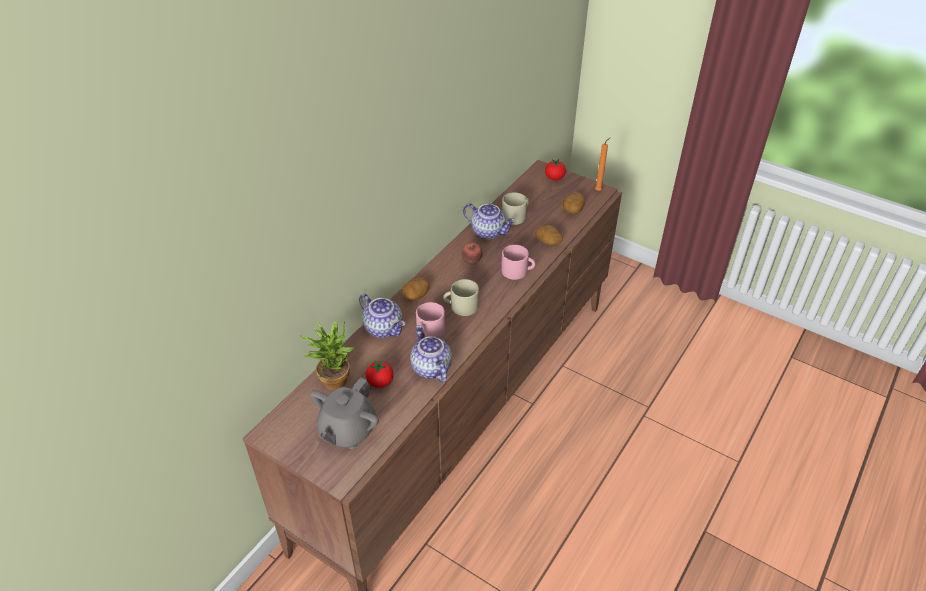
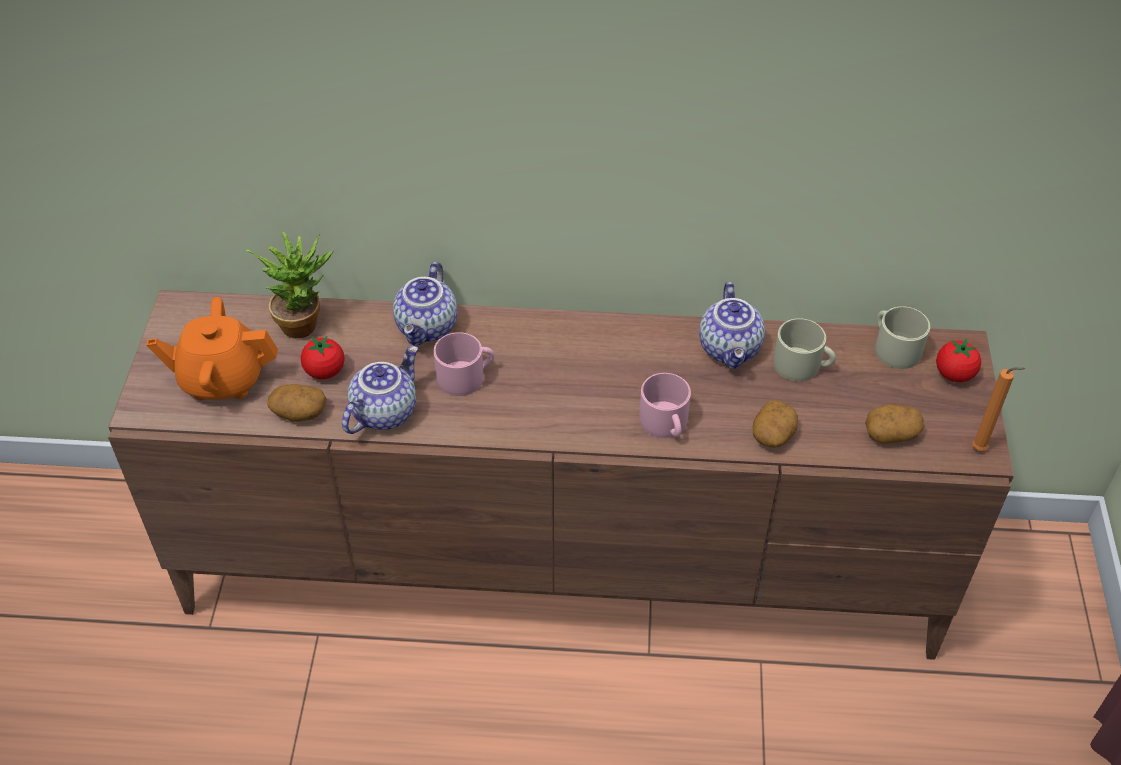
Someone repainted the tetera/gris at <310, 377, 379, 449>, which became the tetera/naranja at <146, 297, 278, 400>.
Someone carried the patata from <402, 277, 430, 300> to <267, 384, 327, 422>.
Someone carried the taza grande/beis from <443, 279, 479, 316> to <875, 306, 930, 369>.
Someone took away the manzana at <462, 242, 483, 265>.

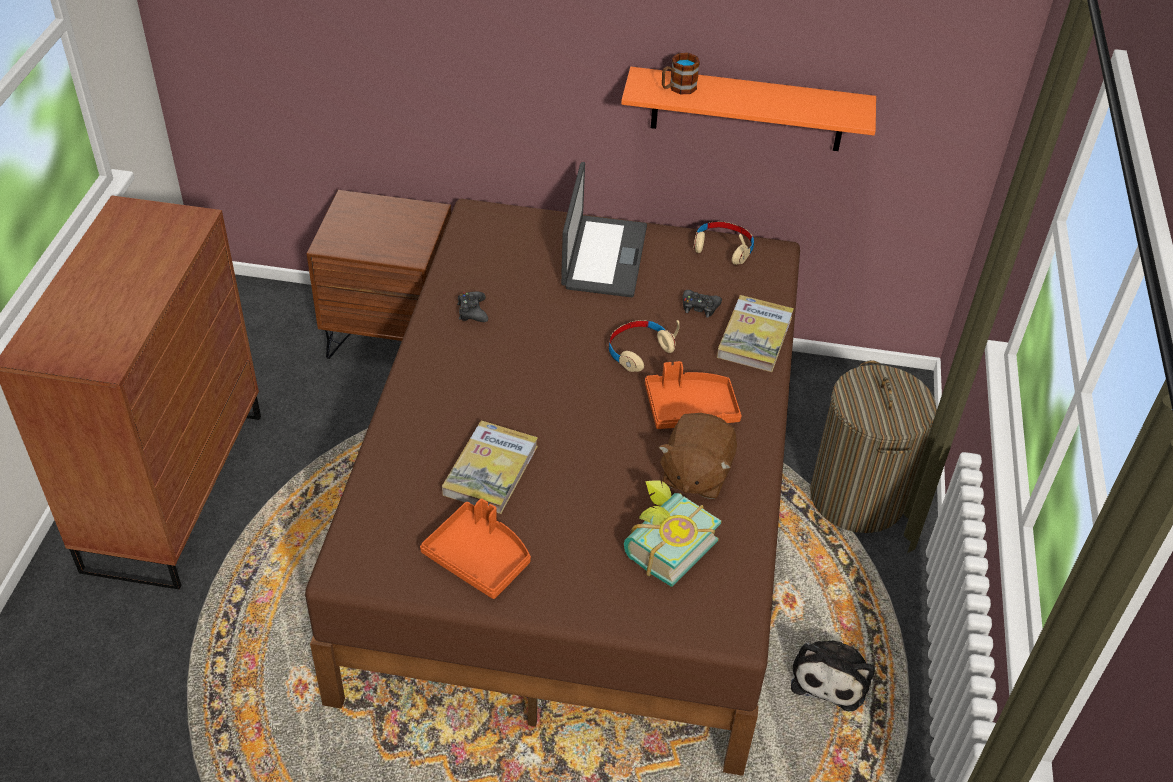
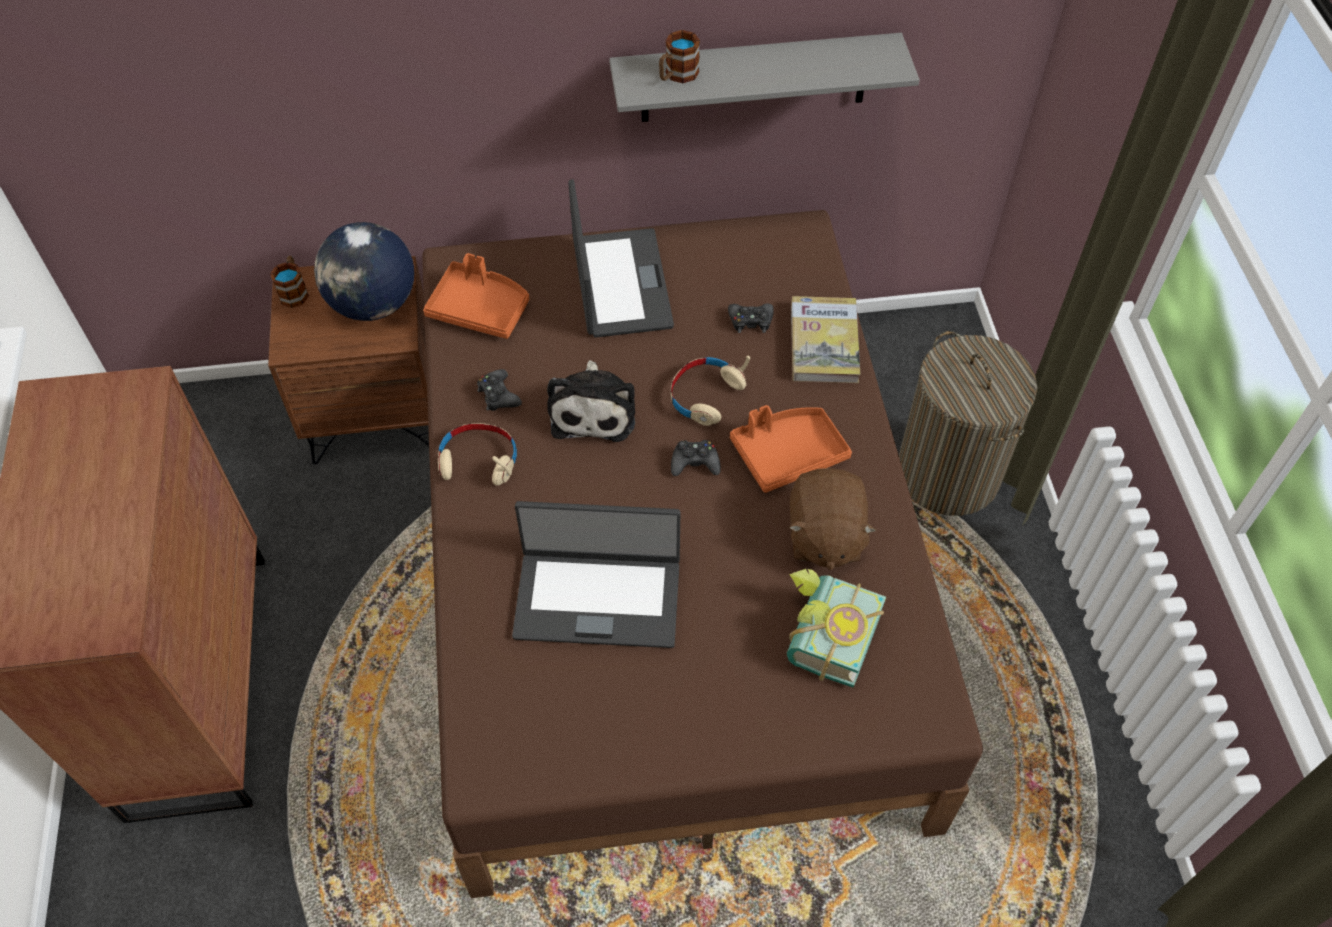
Someone put down the taza grande at <270, 256, 309, 308>.
Someone put down the globo terráqueo at <314, 222, 415, 321>.
Someone carried the bandeja/naranja from <420, 499, 531, 599> to <423, 253, 529, 339>.
Someone carried the auriculares/beis from <693, 221, 754, 265> to <438, 423, 517, 485>.
Someone swapped the libro at <442, 421, 538, 514> for the portátil at <512, 501, 681, 648>.
Someone carried the peluche from <791, 632, 875, 711> to <547, 360, 635, 442>.
Someone repainted the estante/naranja at <621, 67, 876, 151>, which became the estante/gris at <609, 33, 920, 122>.
Someone put down the mando de consola/negro at <671, 440, 721, 476>.

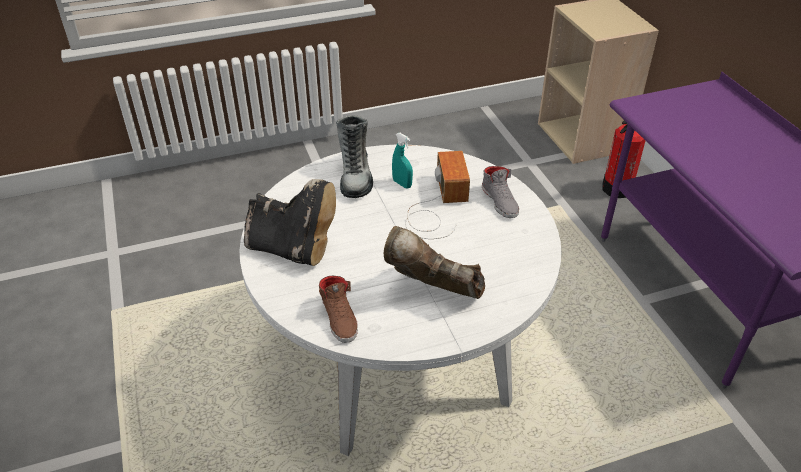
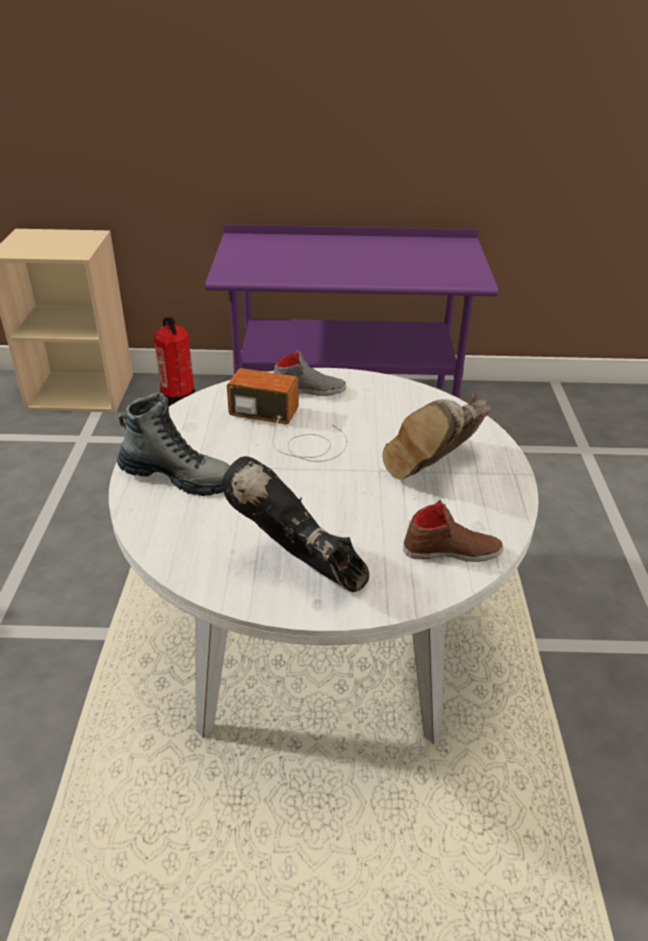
Someone rotated the bota/negro at <244, 179, 336, 266> by 90 degrees counterclockwise.
Someone took away the pulverizador/turquesa at <392, 133, 413, 189>.

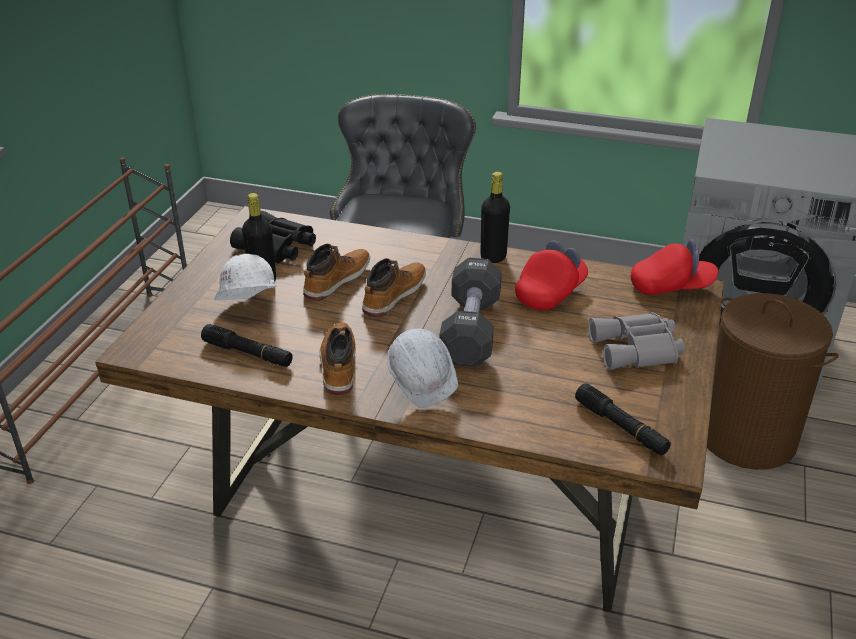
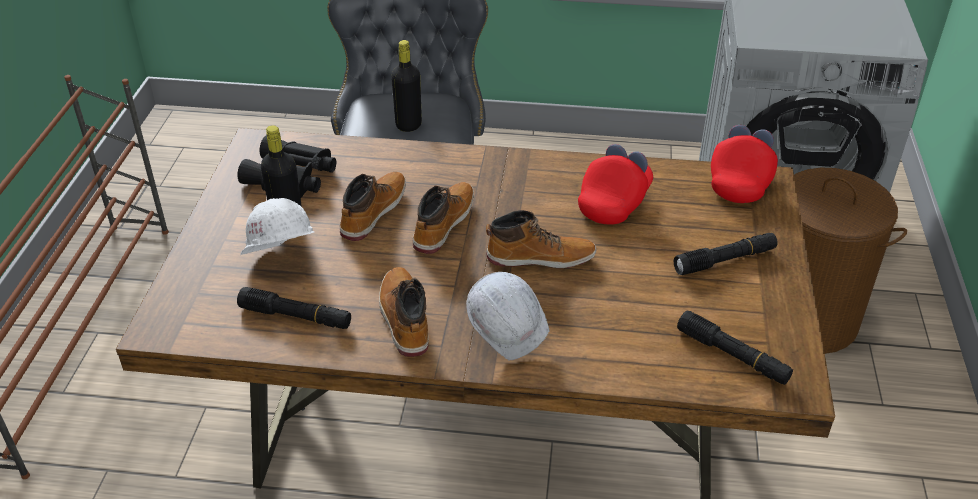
Someone carried the botella/negro from <480, 172, 510, 263> to <391, 40, 422, 132>.
Someone swapped the mancuerna/negro at <439, 258, 502, 367> for the bota at <486, 210, 597, 268>.
Someone swapped the prismáticos/gris at <588, 312, 685, 370> for the linterna/negro at <674, 233, 778, 275>.
Someone rotated the gorra/rojo at <631, 239, 719, 295> by 60 degrees counterclockwise.

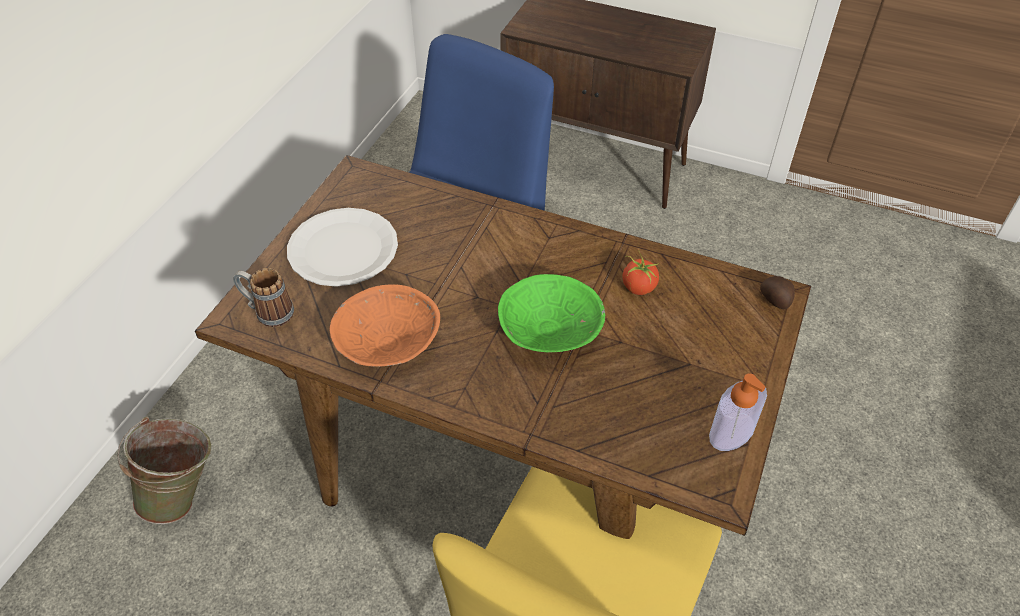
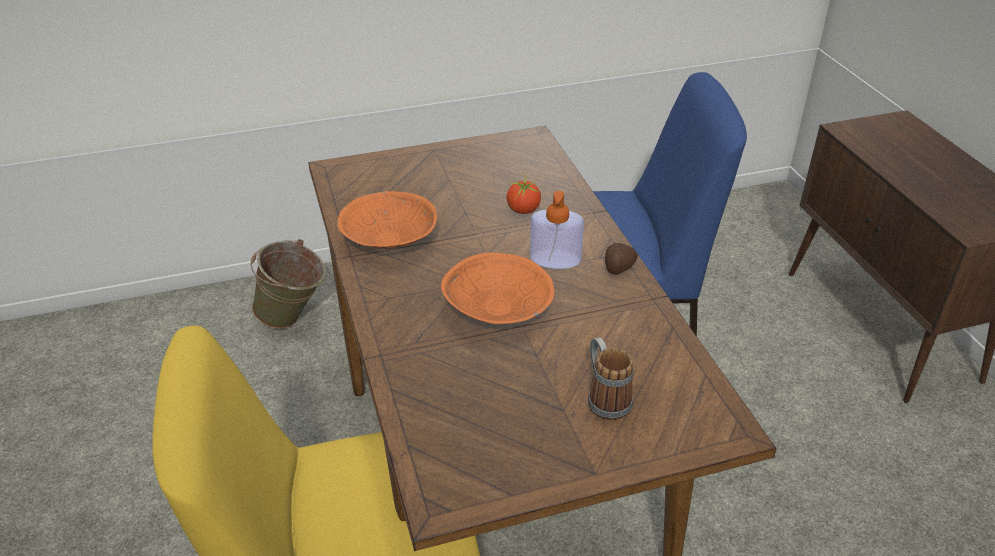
Someone repainted the cuenco/verde at <498, 274, 605, 352>, which became the cuenco/naranja at <441, 253, 554, 324>.
Someone carried the tomate from <622, 250, 659, 295> to <507, 173, 541, 214>.
Someone carried the dispensador de jabón from <709, 373, 767, 451> to <530, 191, 584, 269>.
Someone carried the taza grande from <233, 268, 294, 327> to <588, 337, 634, 420>.
Someone carried the patata from <760, 276, 795, 309> to <605, 243, 638, 275>.
Someone took away the plato/blanco at <287, 208, 398, 287>.

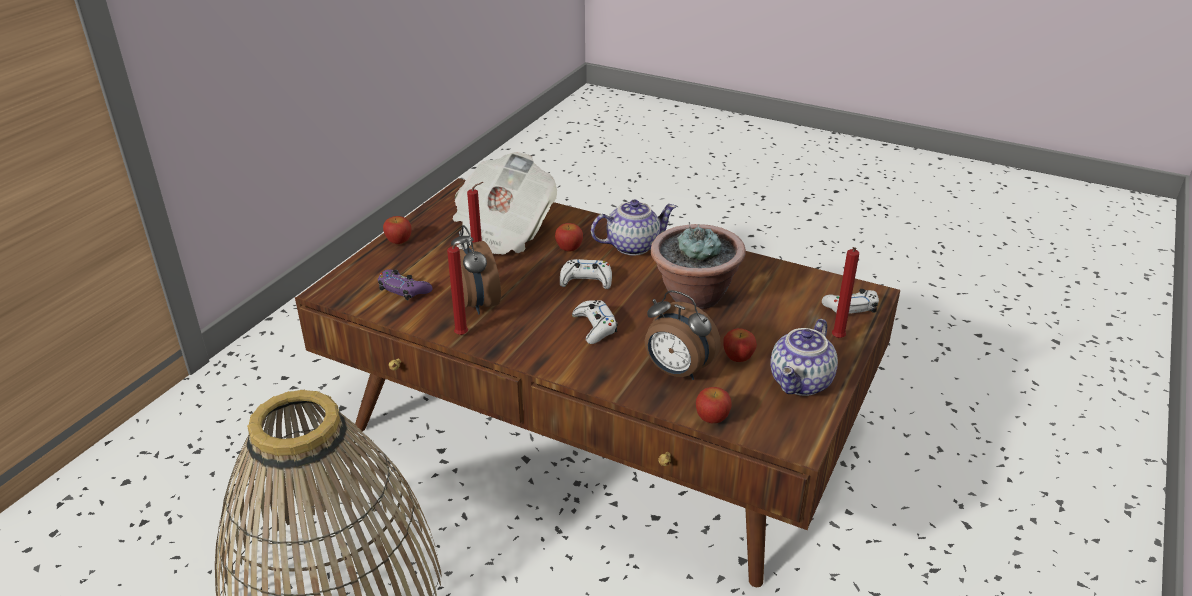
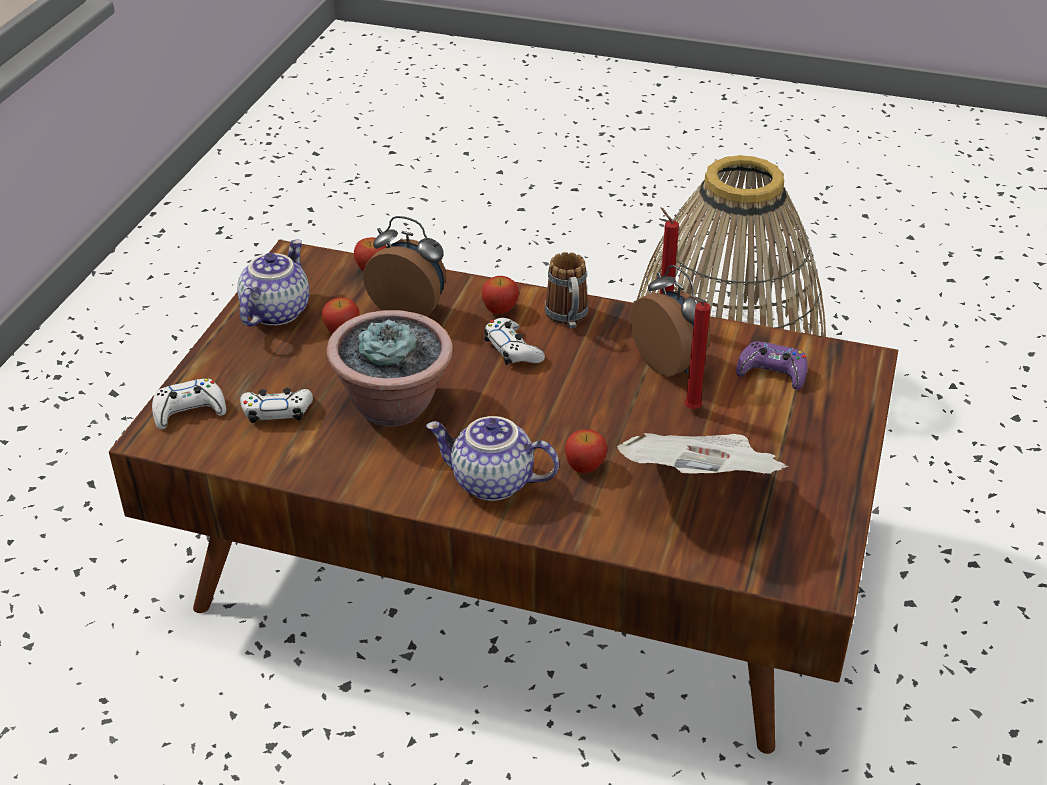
Someone carried the mando de consola/blanco from <560, 259, 612, 289> to <240, 388, 313, 423>.
Someone rotated the tetera at <591, 200, 676, 256> by 45 degrees clockwise.
Someone carried the manzana from <383, 216, 412, 244> to <482, 276, 519, 314>.
Someone put down the taza grande at <545, 252, 589, 328>.
Someone took away the vela/rojo at <832, 247, 859, 338>.

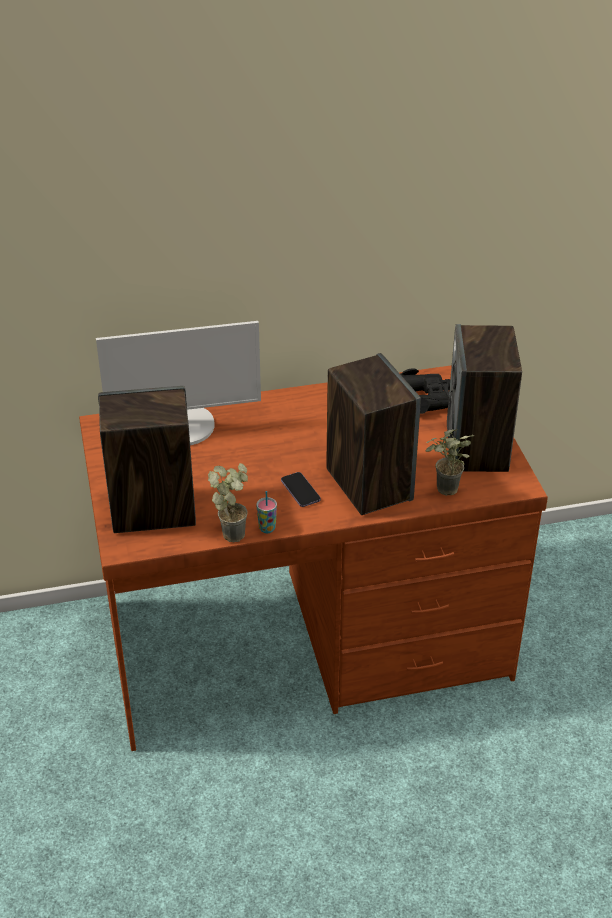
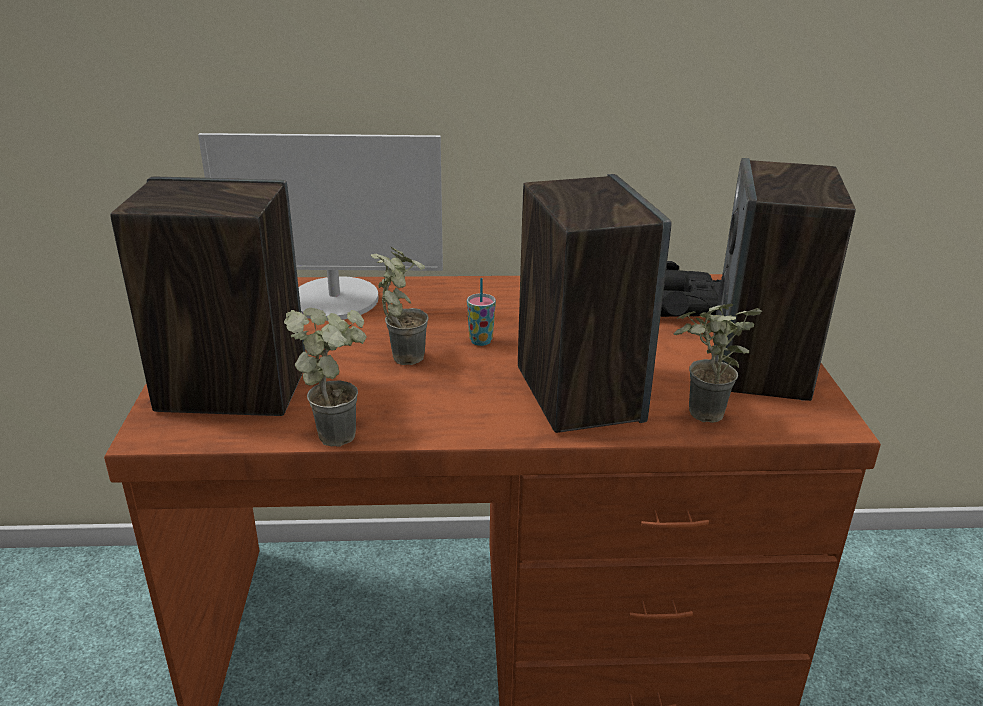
Someone put down the planta en maceta at <370, 246, 429, 365>.
Someone carried the taza from <257, 491, 277, 533> to <467, 278, 496, 346>.
Someone took away the móvil at <281, 472, 321, 507>.

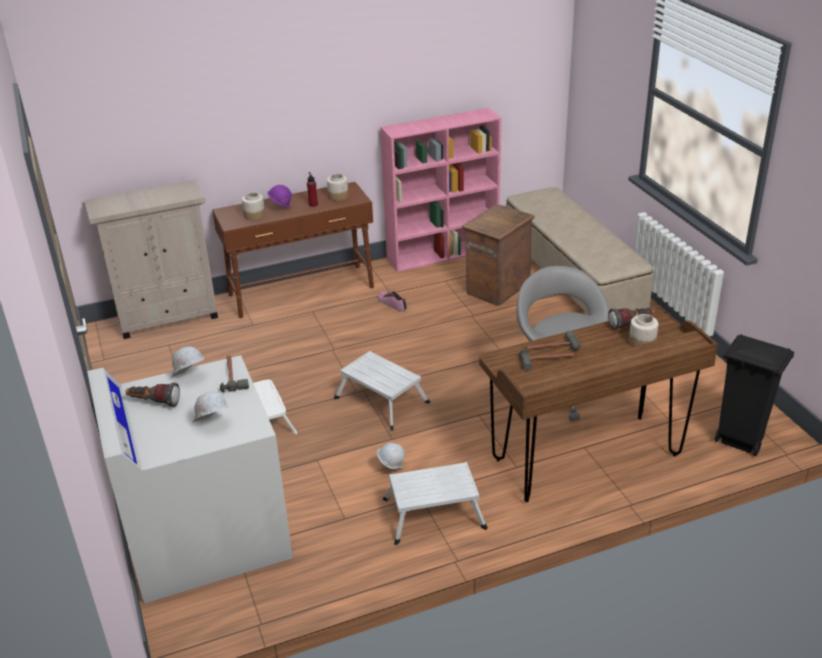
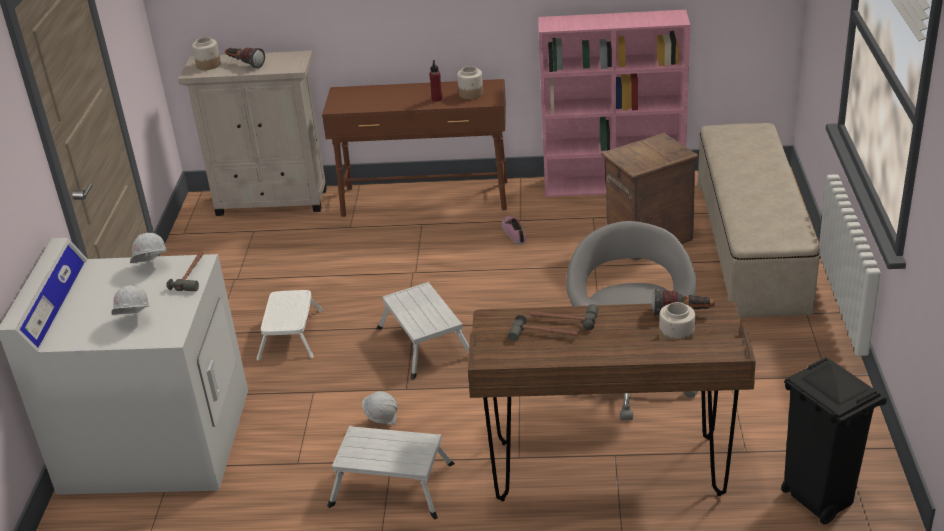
Someone carried the tarro from <242, 192, 265, 221> to <192, 37, 221, 70>.
Someone carried the linterna from <126, 382, 180, 407> to <225, 48, 265, 68>.
Someone took away the casco/morado at <267, 185, 292, 208>.

